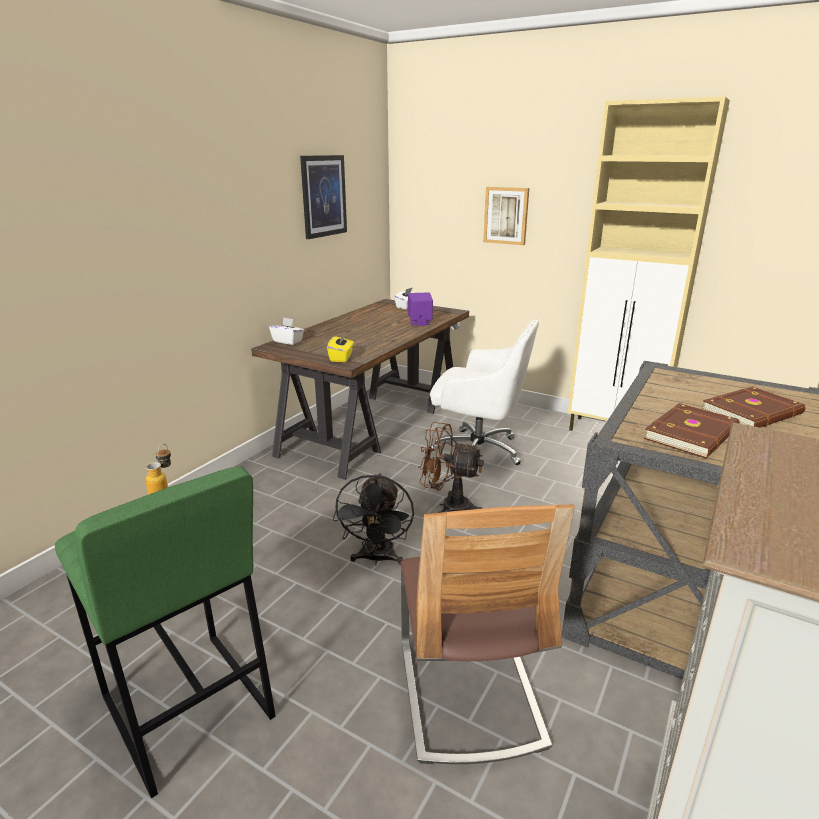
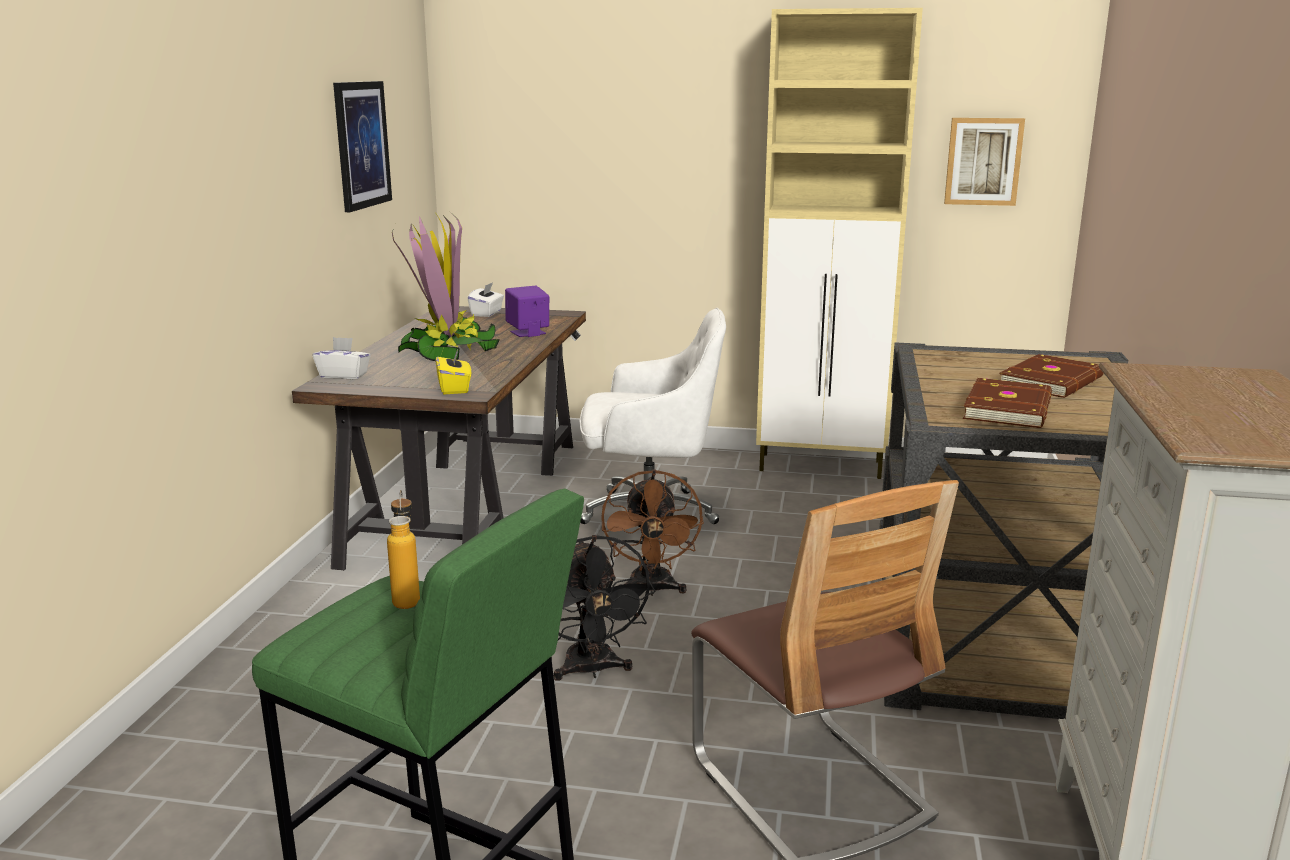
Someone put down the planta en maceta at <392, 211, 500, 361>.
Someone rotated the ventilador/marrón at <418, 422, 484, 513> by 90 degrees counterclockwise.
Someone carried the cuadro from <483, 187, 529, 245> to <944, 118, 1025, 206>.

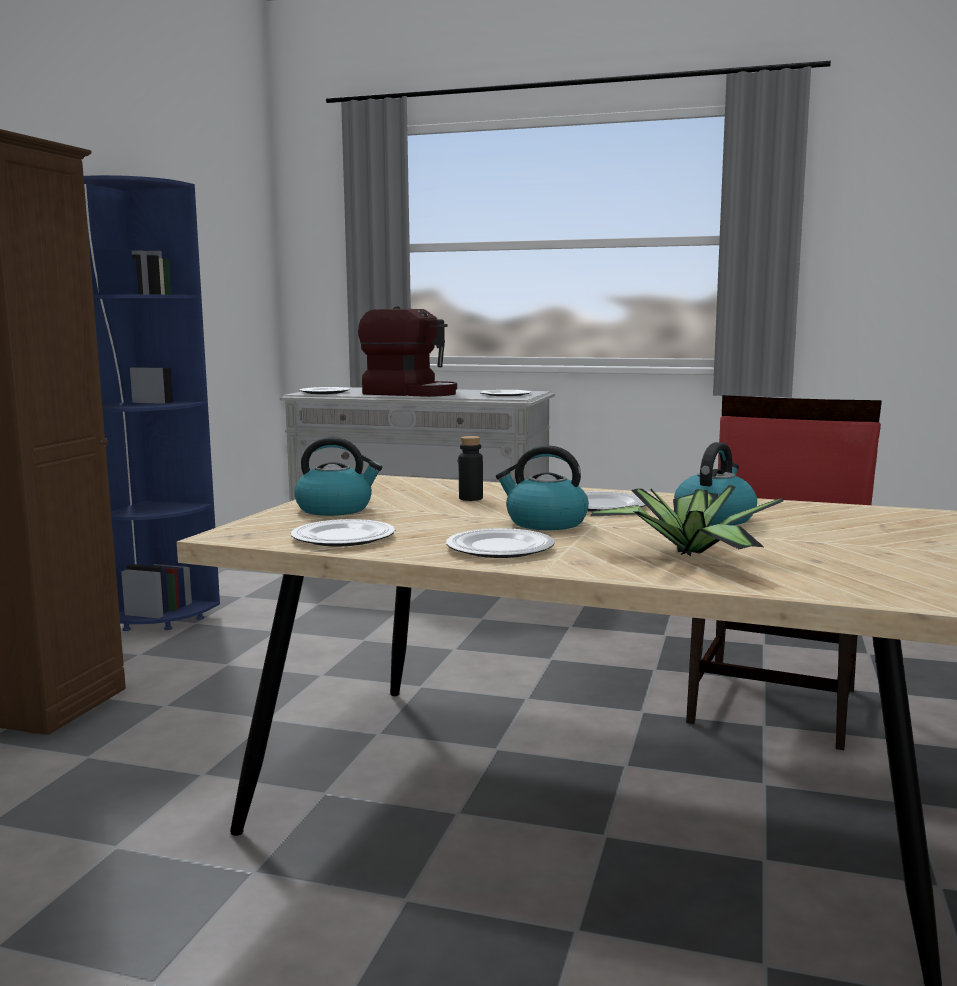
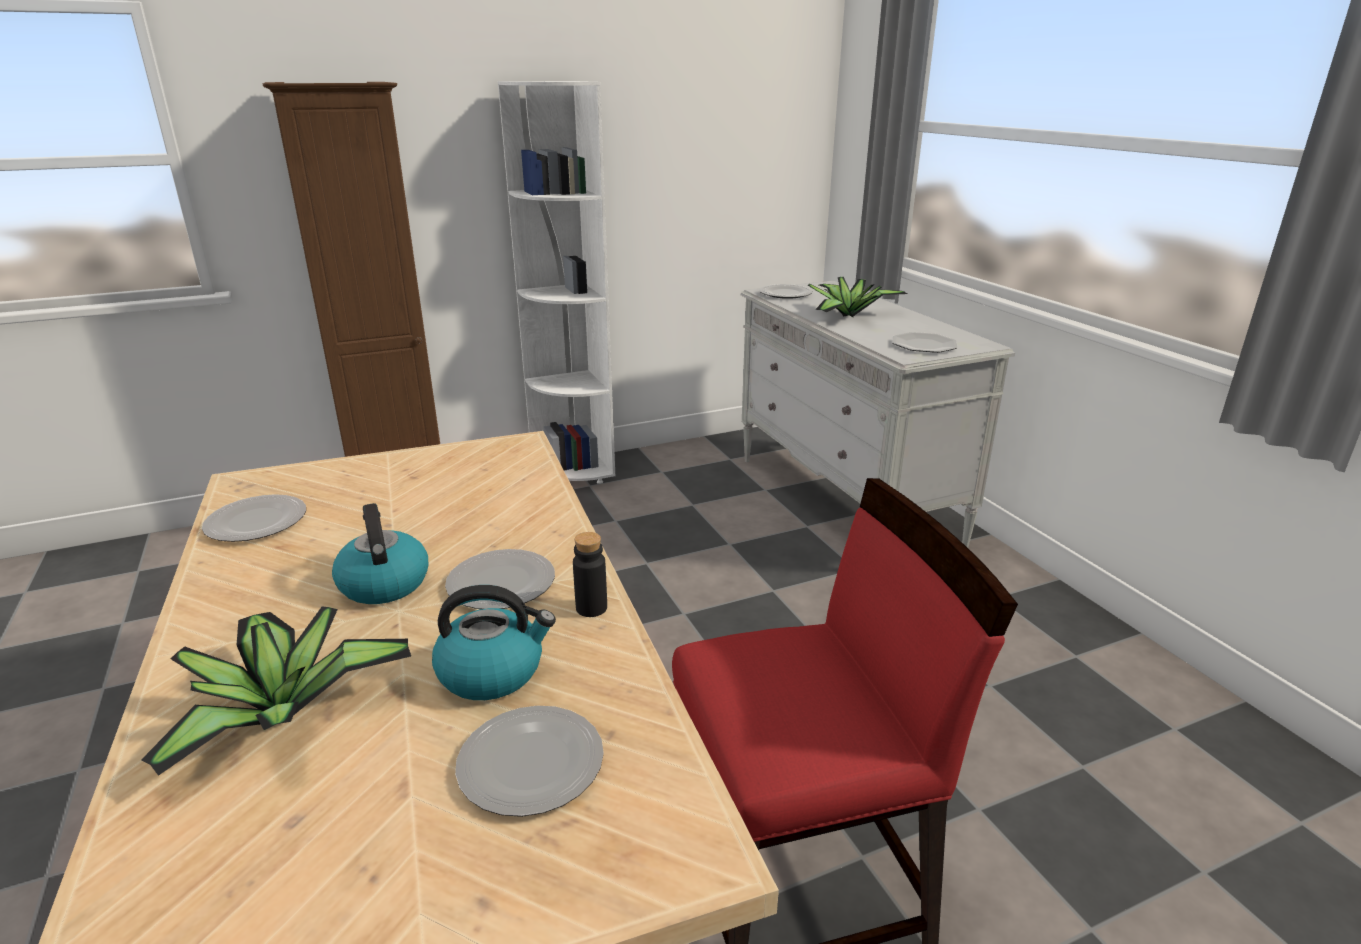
Someone carried the plato from <446, 528, 555, 558> to <455, 706, 604, 817>.
Someone repainted the estantería/azul at <84, 175, 220, 631>, which became the estantería/blanco at <498, 81, 615, 484>.
Someone carried the botella/negro from <459, 436, 483, 501> to <573, 532, 607, 617>.
Someone swapped the cafetera at <358, 306, 457, 397> for the planta en maceta at <808, 277, 907, 317>.
Someone took away the hervidor at <294, 437, 382, 516>.

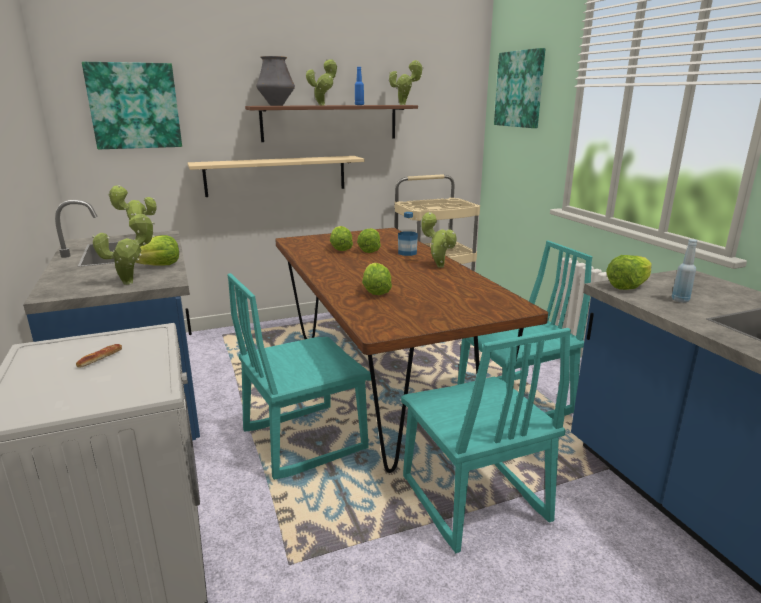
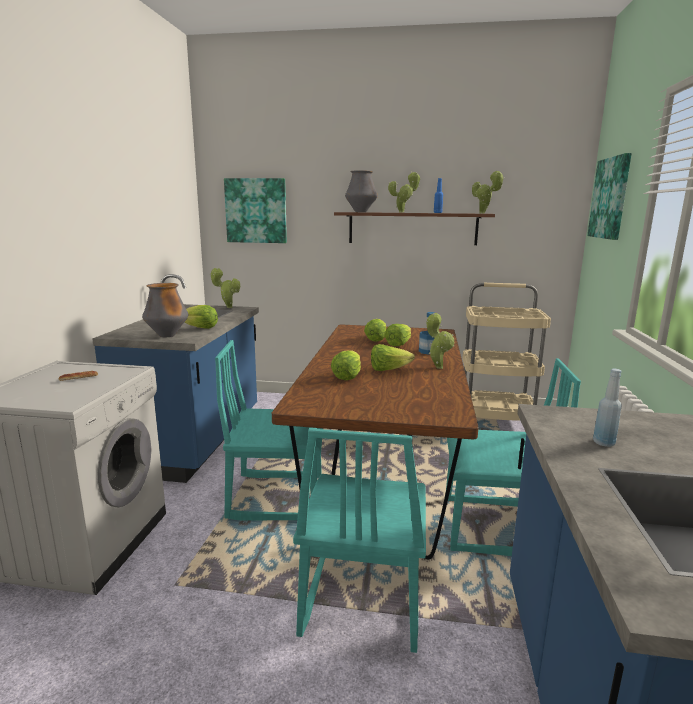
Someone swapped the planta en maceta at <92, 213, 155, 285> for the florero at <142, 283, 188, 337>.
Someone carried the lechuga from <606, 255, 652, 290> to <371, 344, 415, 371>.
Someone took away the estante/beis at <188, 156, 364, 197>.

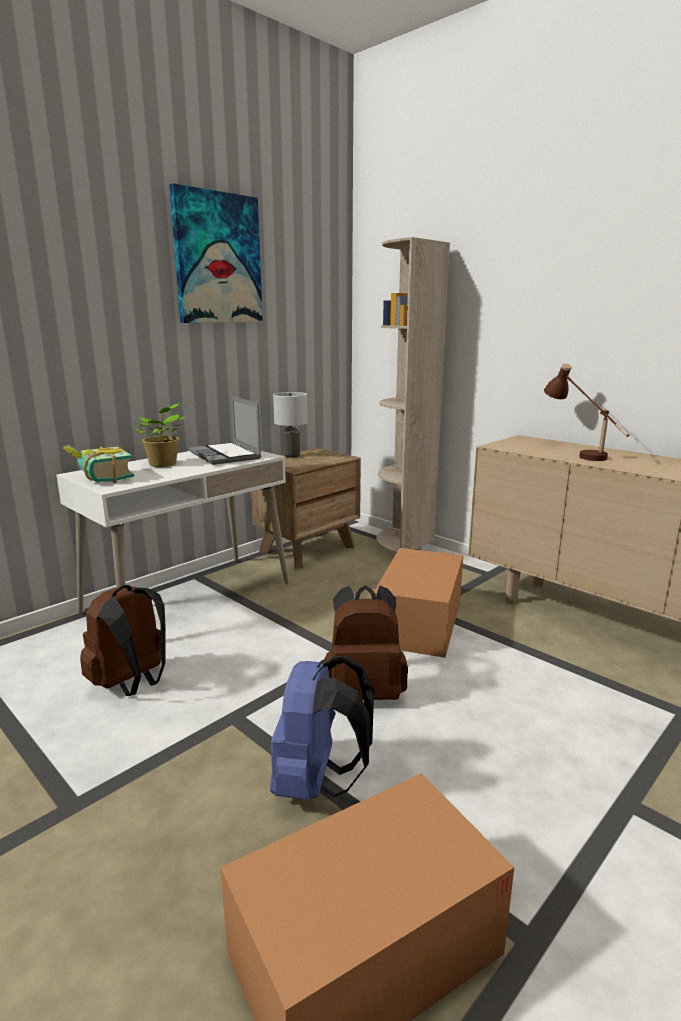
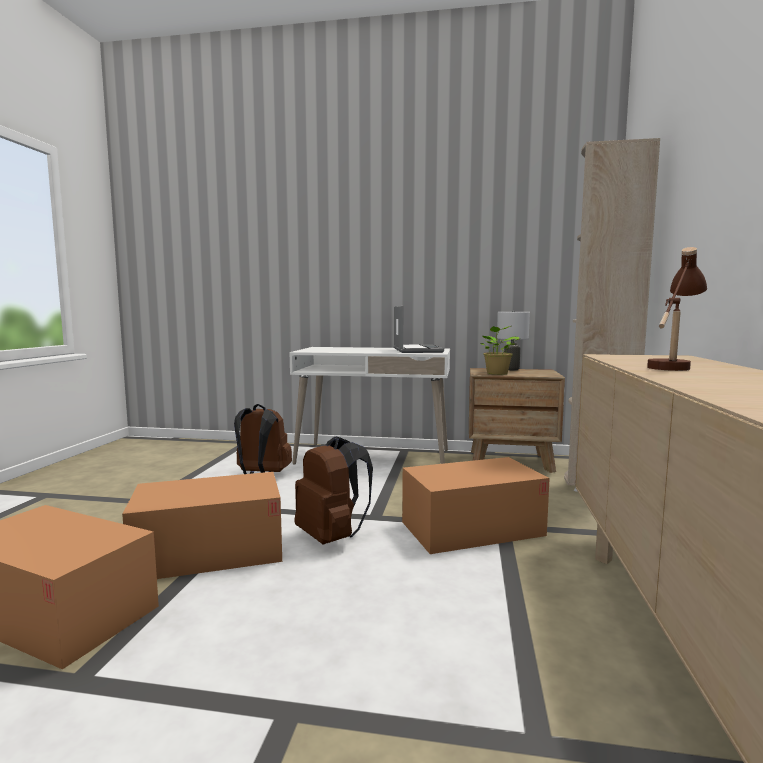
Someone swapped the mochila/azul at <270, 656, 374, 800> for the caja de cartón at <122, 472, 282, 579>.
Someone rotated the portátil at <189, 395, 261, 465> by 150 degrees clockwise.
Someone carried the planta en maceta from <136, 403, 185, 467> to <480, 326, 521, 375>.
Someone took away the libro at <63, 445, 134, 483>.
Someone took away the cuadro at <169, 183, 263, 323>.

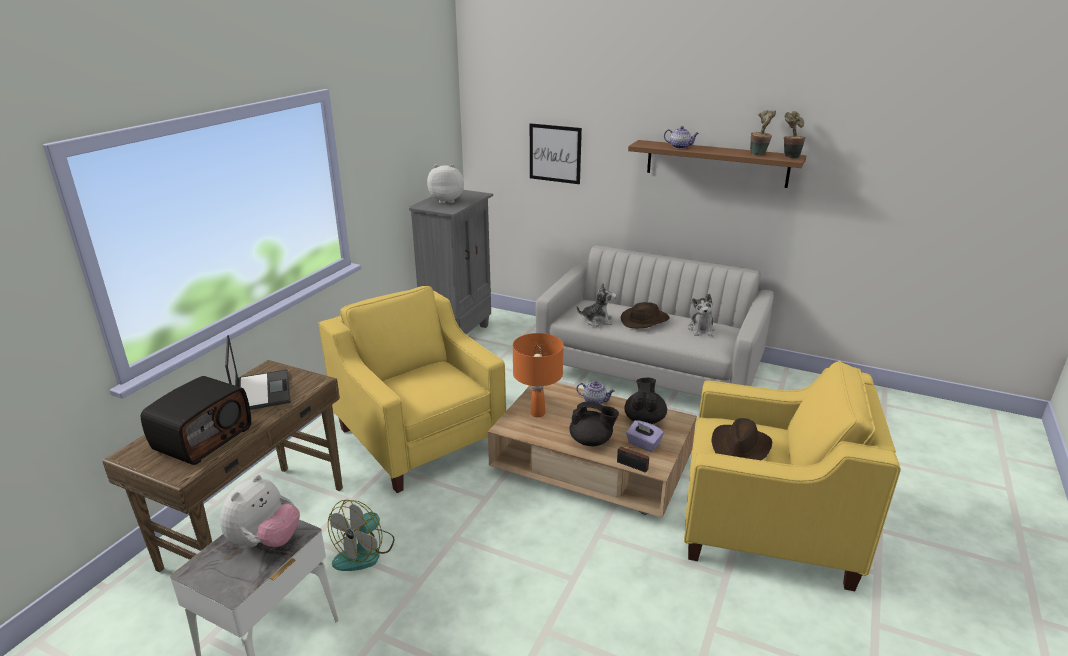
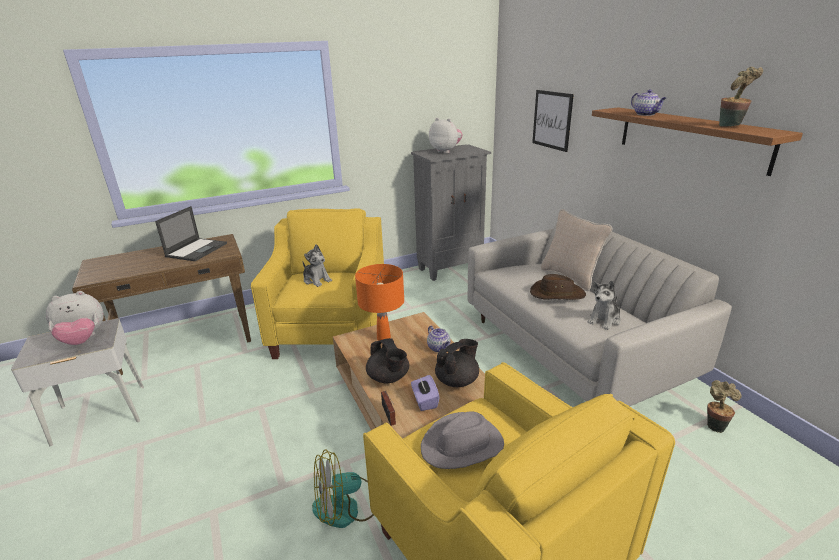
Someone carried the peluche from <577, 283, 617, 326> to <303, 244, 332, 287>.
Someone carried the ventilador from <328, 500, 394, 571> to <312, 450, 374, 528>.
Someone repainted the sombrero/marrón at <711, 418, 772, 460>, which became the sombrero/gris at <421, 412, 504, 469>.
Someone put down the cojín/beis at <541, 209, 612, 291>.
Someone carried the planta en maceta from <784, 111, 806, 159> to <707, 380, 741, 433>.
Someone took away the radio at <141, 376, 251, 465>.

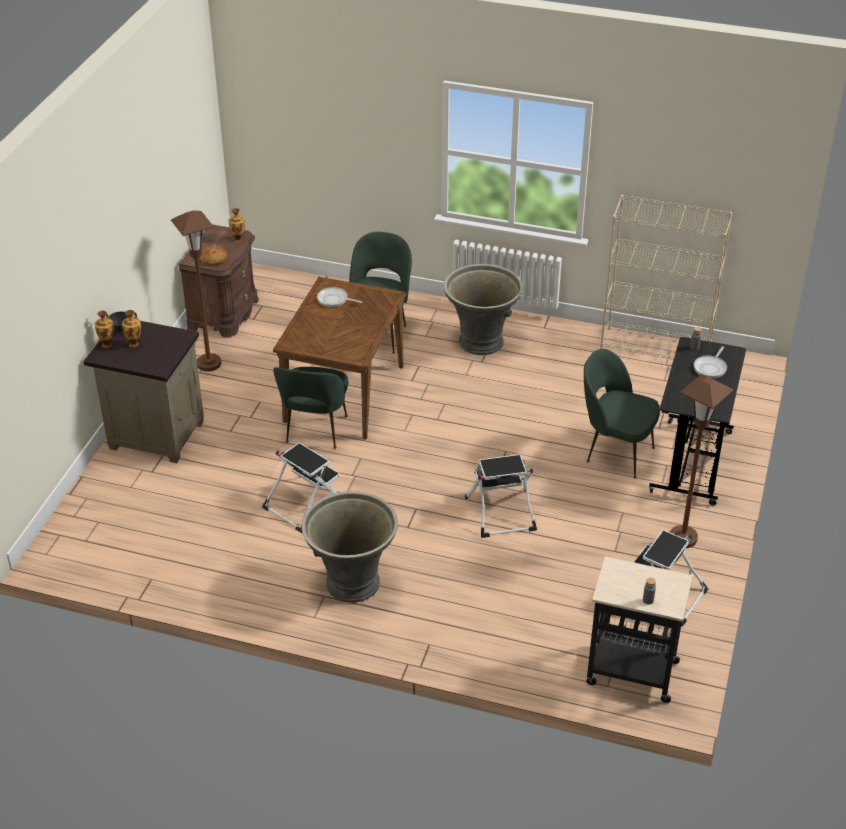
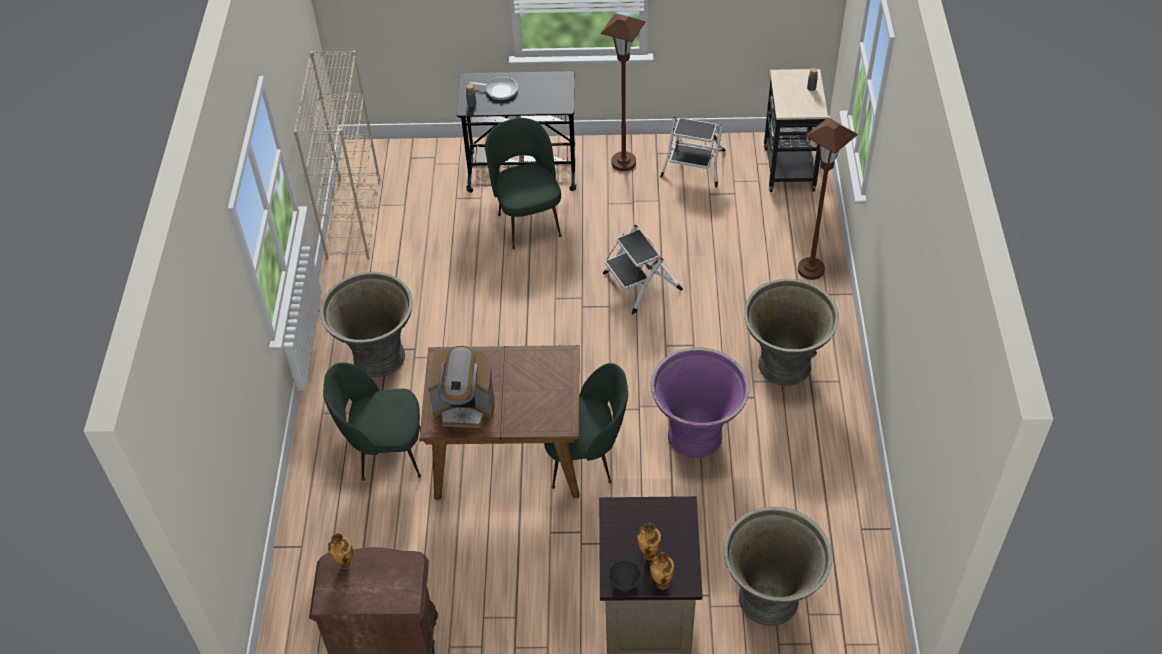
Someone swapped the sartén at <317, 287, 362, 307> for the cafetera at <428, 346, 495, 428>.
Someone rotated the silla/verde at <584, 349, 660, 478> by 150 degrees clockwise.
Someone swapped the escalera de tijera at <262, 443, 340, 533> for the maceta/morado at <651, 347, 749, 458>.
Someone put down the maceta/gris at <724, 507, 832, 626>.
Someone carried the lámpara de pie/marrón from <171, 210, 221, 372> to <798, 117, 858, 280>.
Someone took away the pan at <200, 246, 227, 265>.

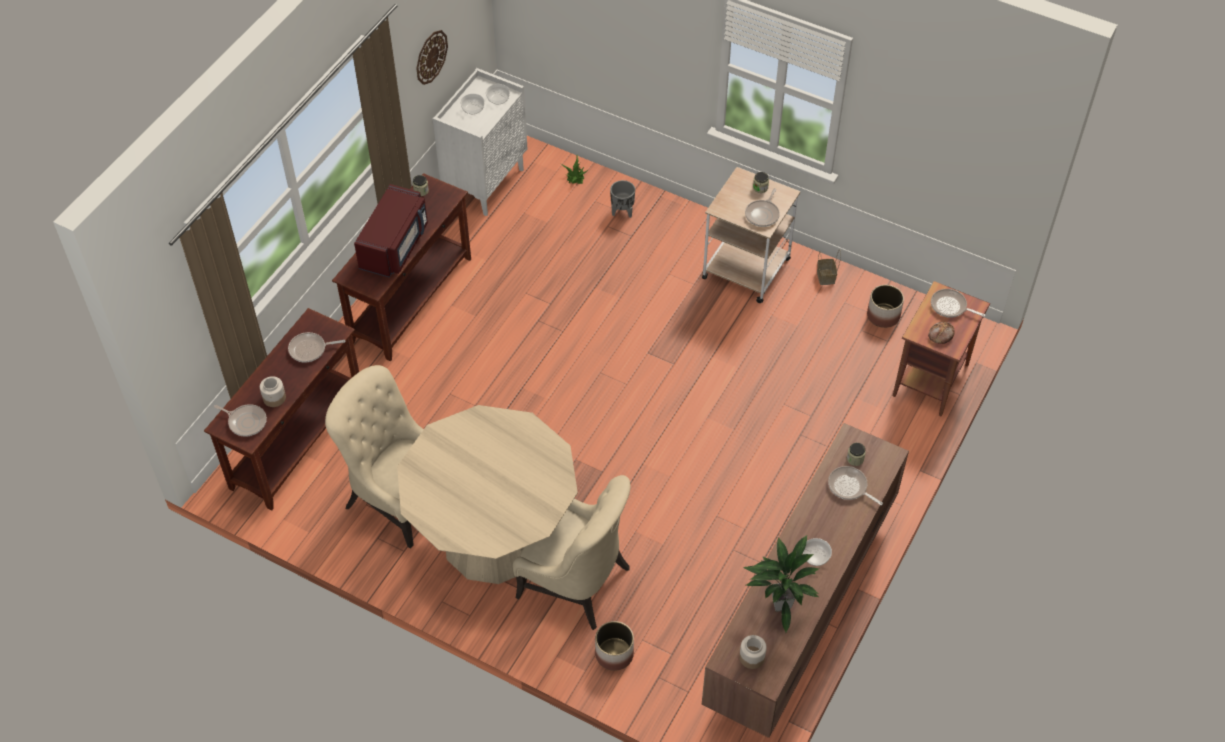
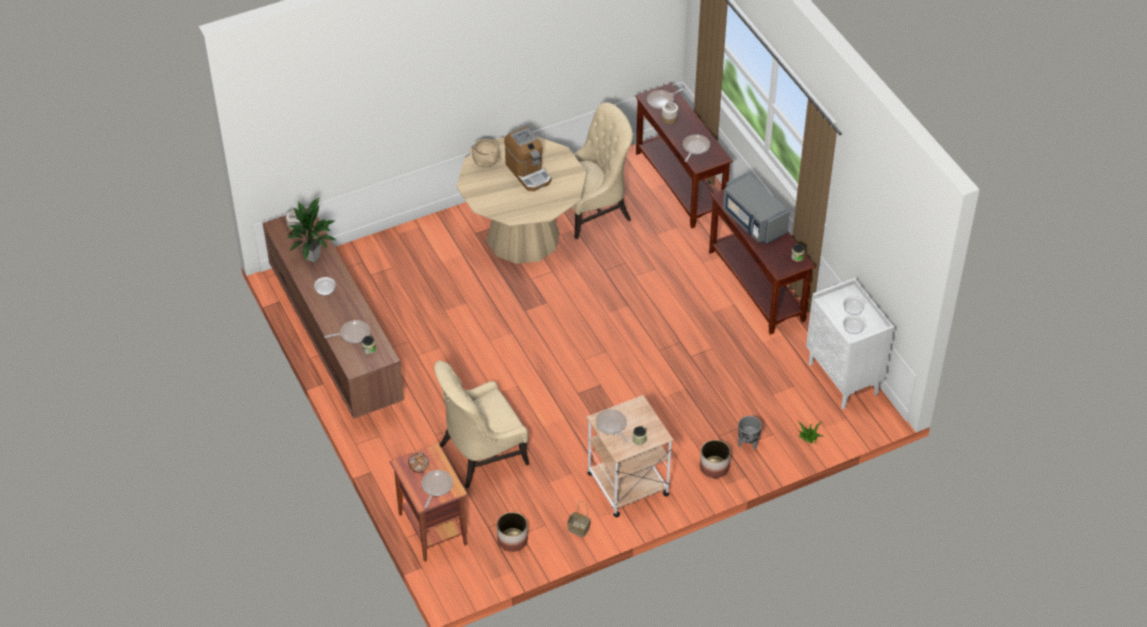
Someone rotated the sartén at <931, 289, 985, 318> by 45 degrees counterclockwise.
Someone carried the silla/beis from <513, 475, 630, 630> to <434, 361, 529, 488>.
Someone put down the cuenco/beis at <469, 139, 501, 168>.
Someone put down the cafetera at <504, 127, 551, 191>.
Someone carried the maceta from <595, 621, 634, 671> to <700, 440, 730, 478>.
Someone repainted the microondas/rojo at <354, 184, 428, 278>, which became the microondas/gris at <723, 172, 790, 244>.
Someone took away the reloj de pared at <416, 30, 448, 85>.

